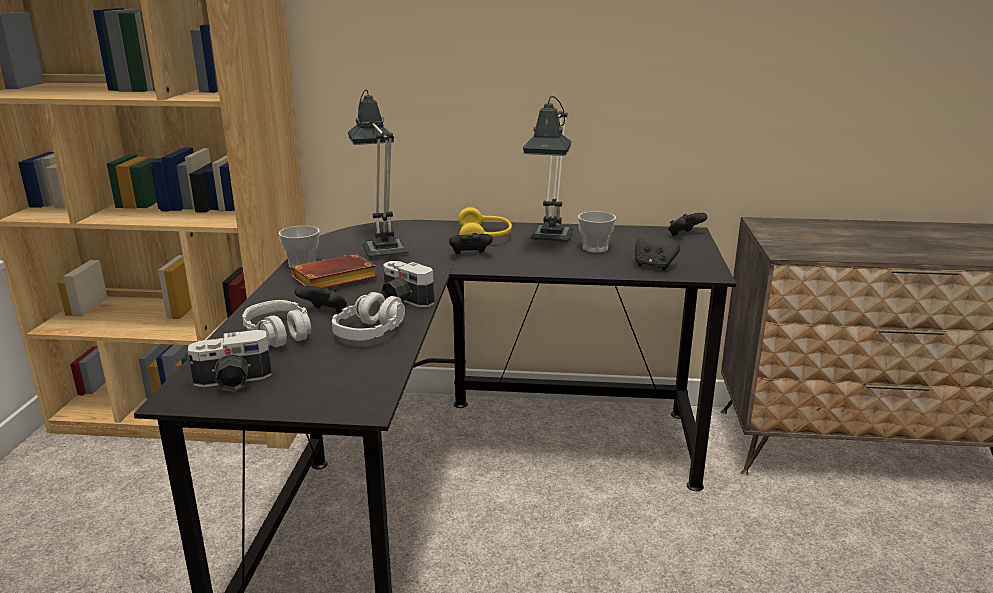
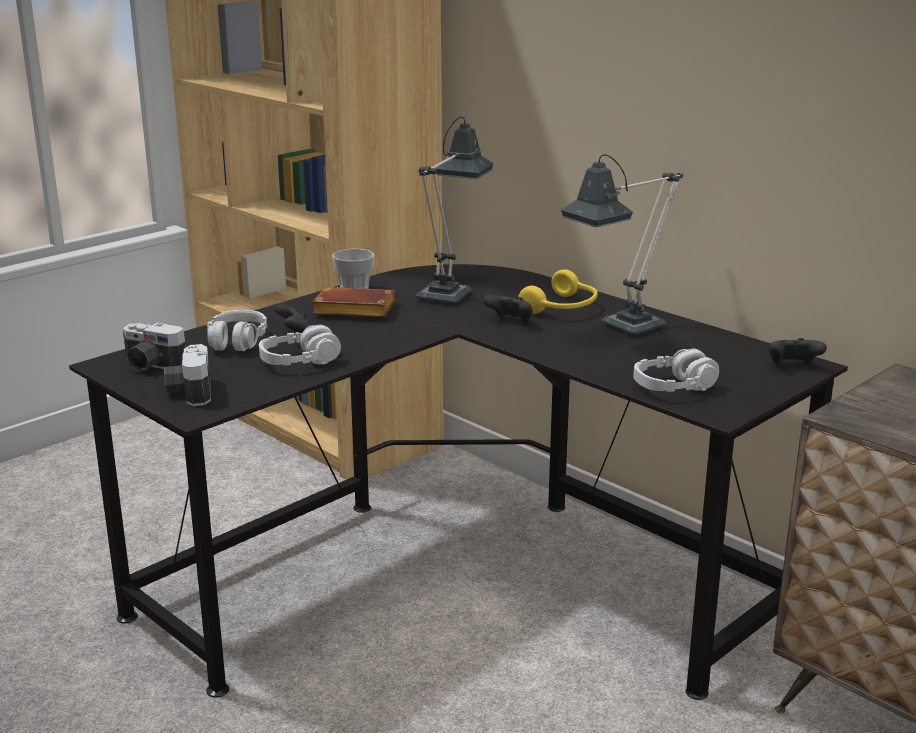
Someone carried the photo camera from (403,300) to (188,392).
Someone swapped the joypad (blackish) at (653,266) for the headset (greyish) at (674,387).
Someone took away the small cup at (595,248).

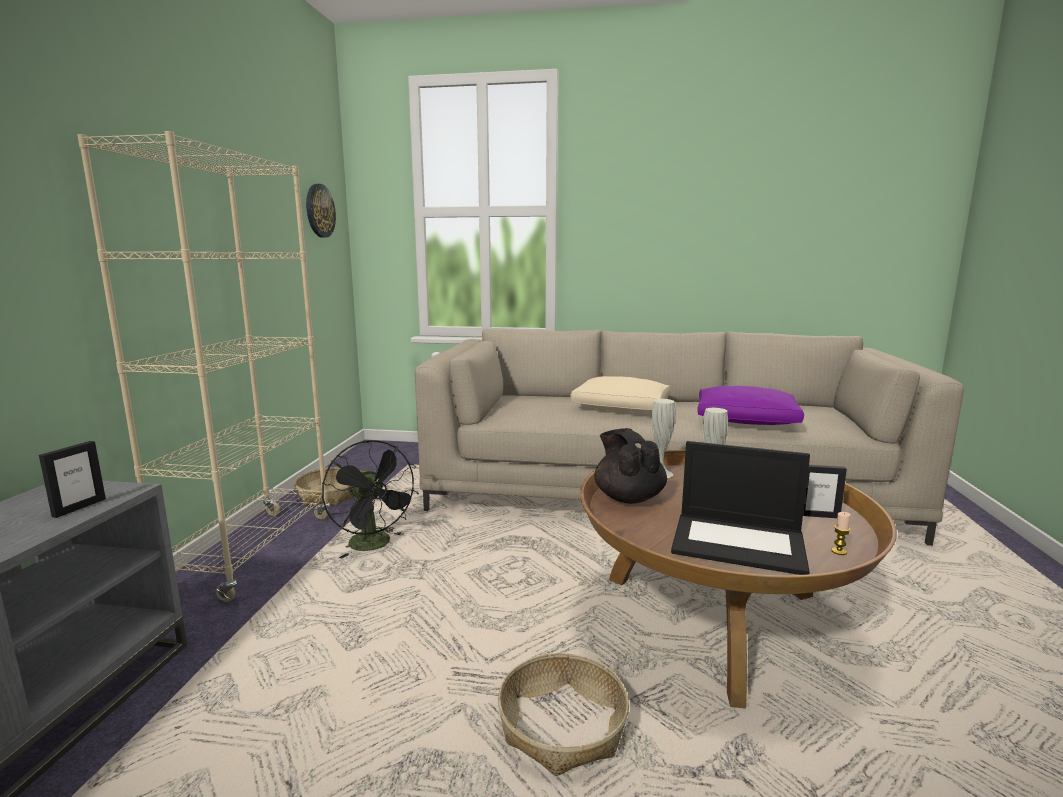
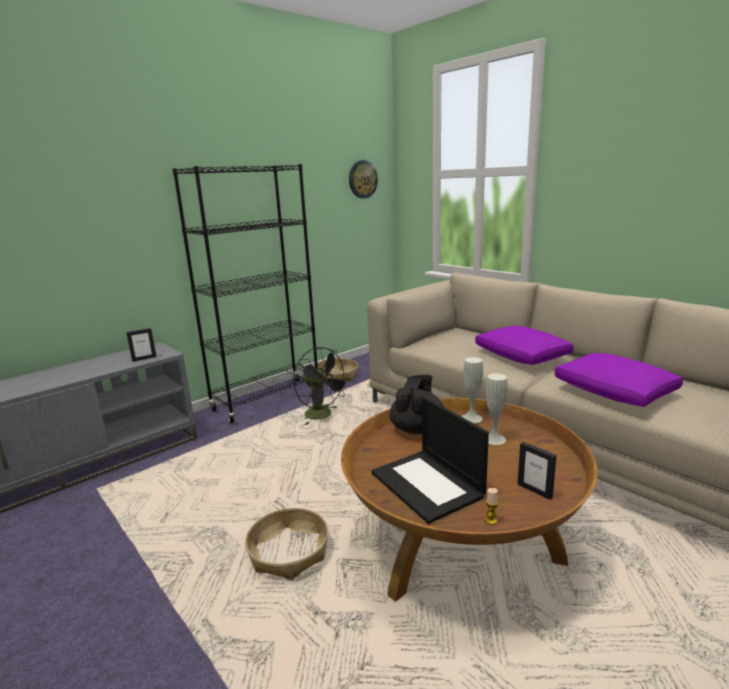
Someone repainted the shelving unit (beige) at (253,552), which became the shelving unit (blackish) at (267,400).
Someone rotated the cooling fan (blackish) at (375,545) by 45 degrees counterclockwise.
Someone repainted the throw pillow (beige) at (622,408), which became the throw pillow (purple) at (522,356).

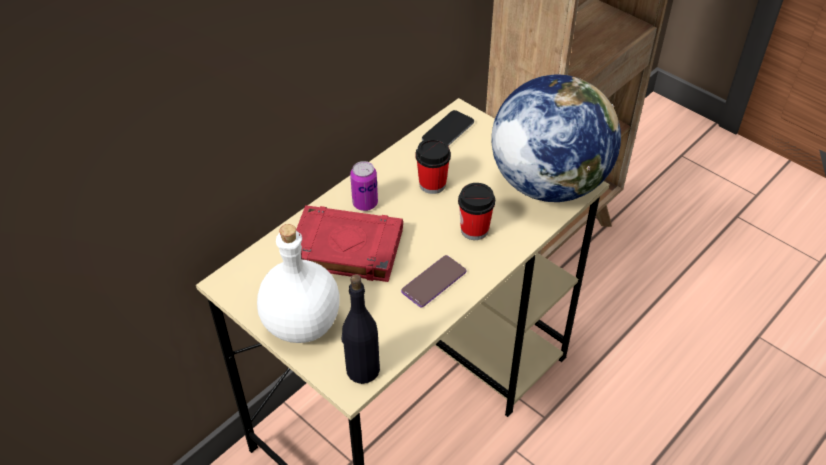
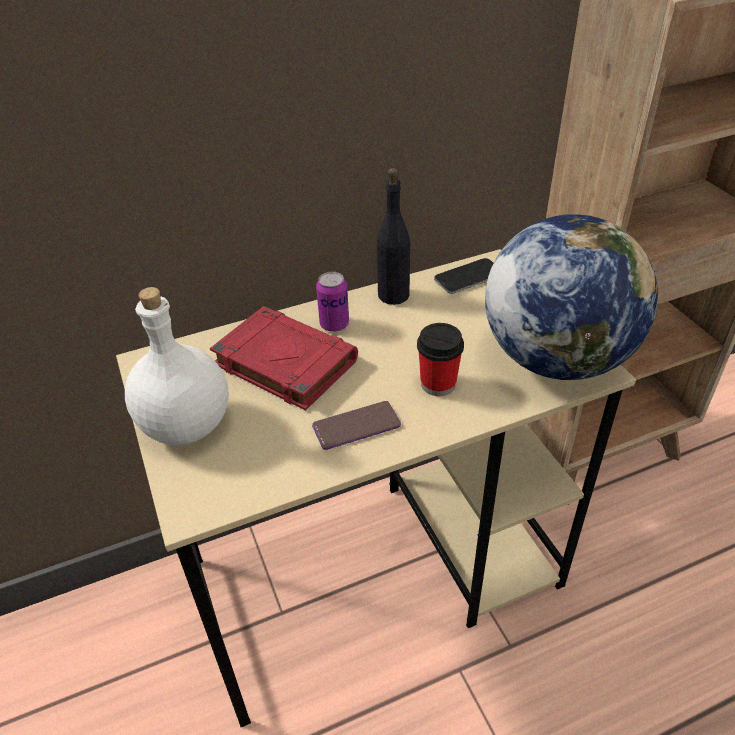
Someone carried the beverage bottle (blackish) from (362,370) to (393,295).
Someone took away the small cup at (432,184).

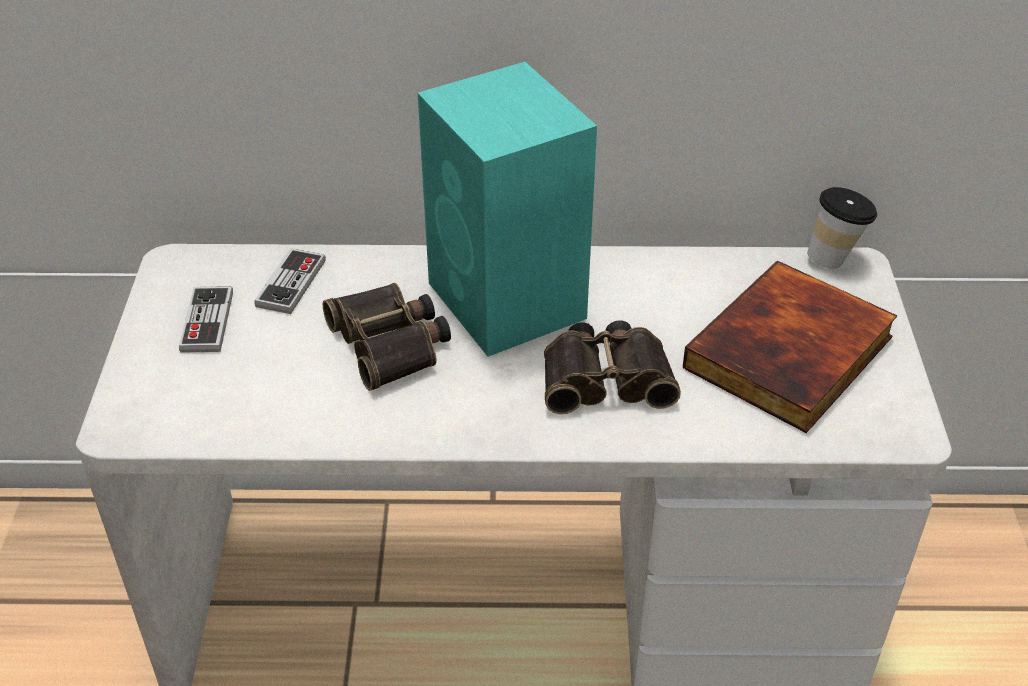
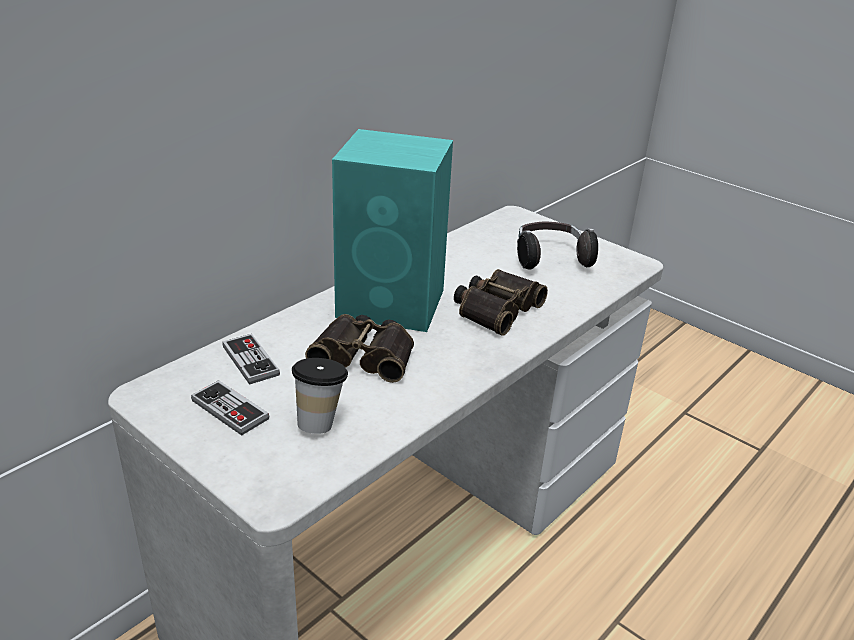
Someone carried the small cup from (835,258) to (320,421).
Someone swapped the volume at (791,355) for the headset at (550,258).

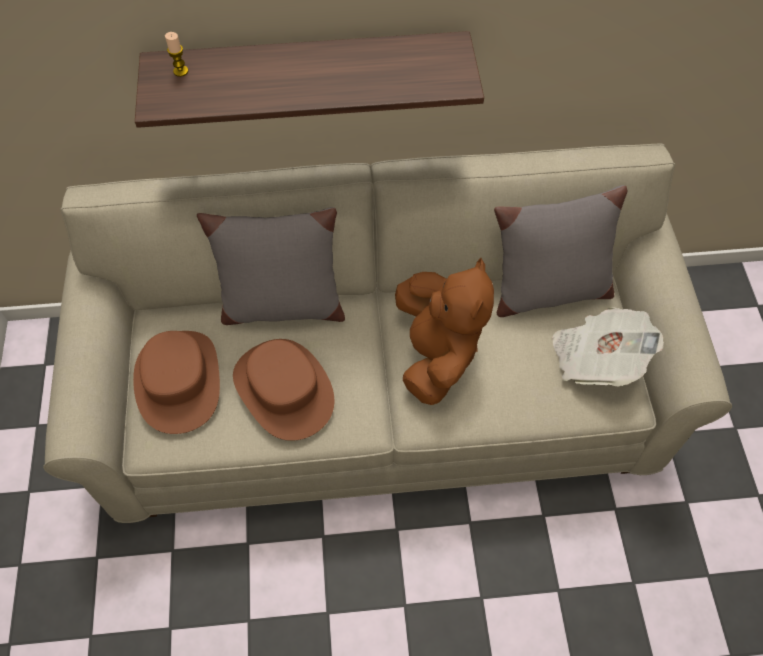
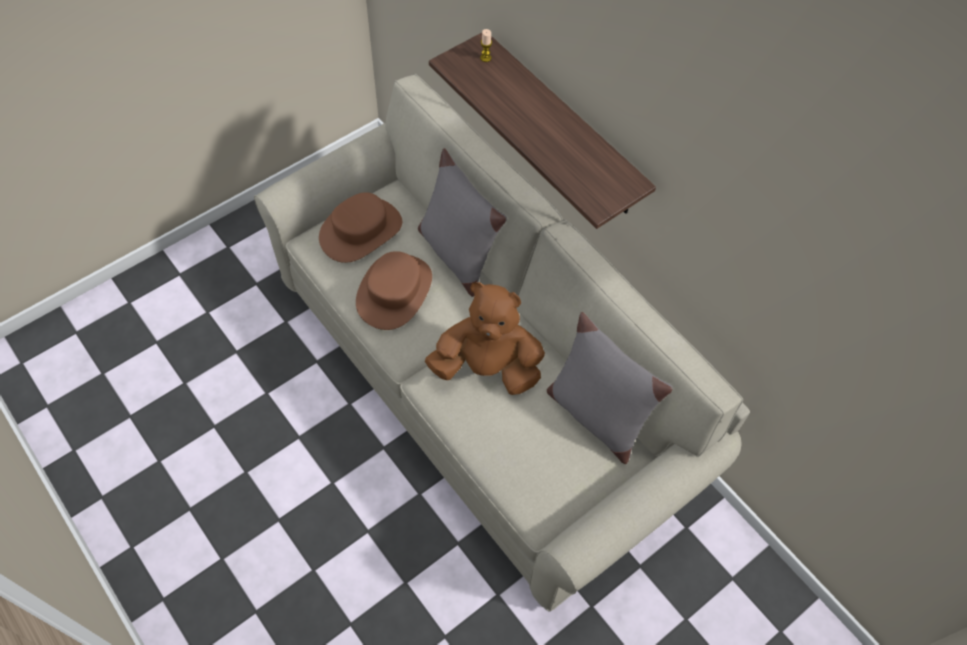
Someone rotated the plush toy (brownish) at (436,353) by 135 degrees counterclockwise.
Someone took away the daily paper at (597,358).

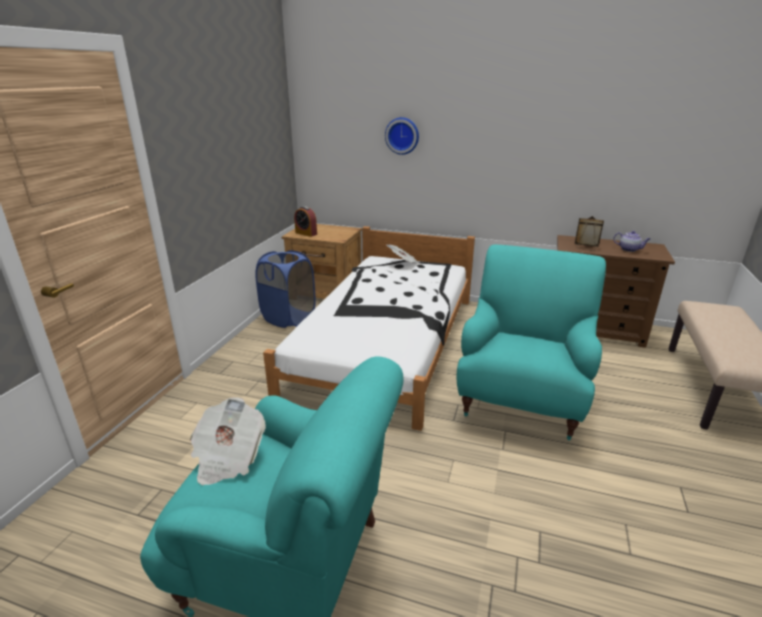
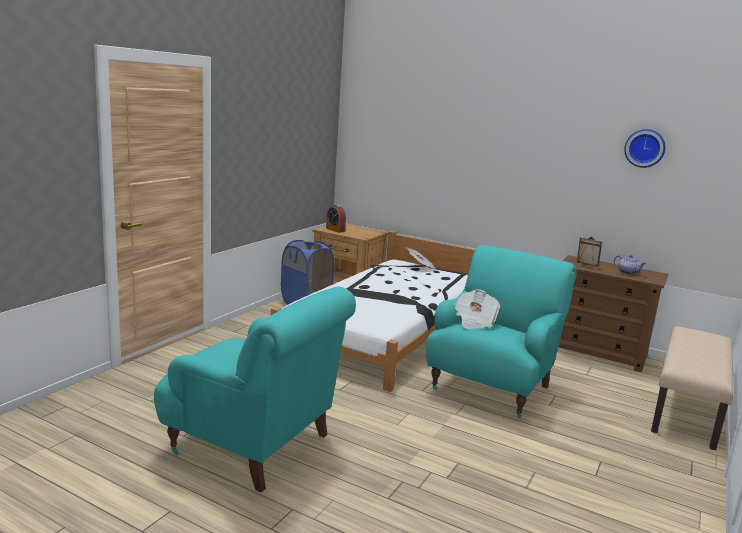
Someone carried the daily paper from (228,457) to (474,321).
Someone carried the wall clock from (402,135) to (645,148).

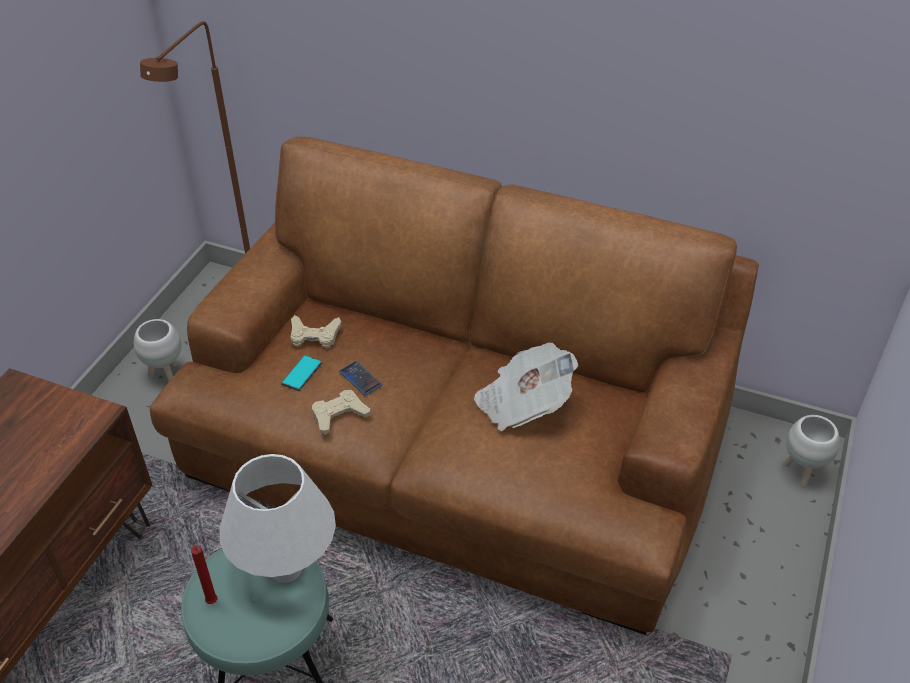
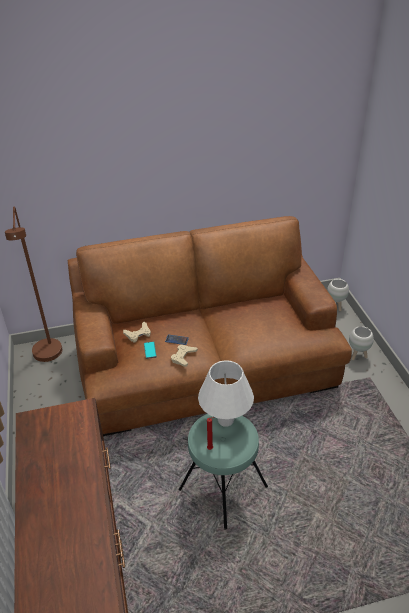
Someone carried the flower pot (white-coloured) from (166,375) to (357,355).
Someone took away the daily paper at (523,403).

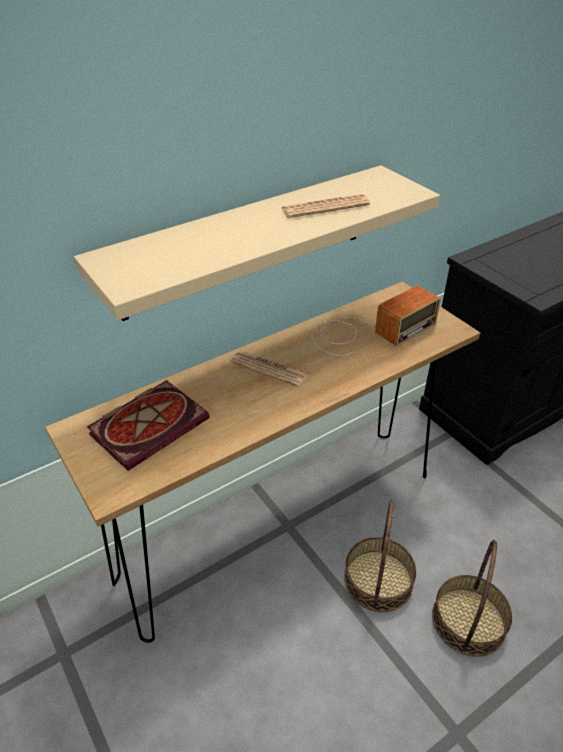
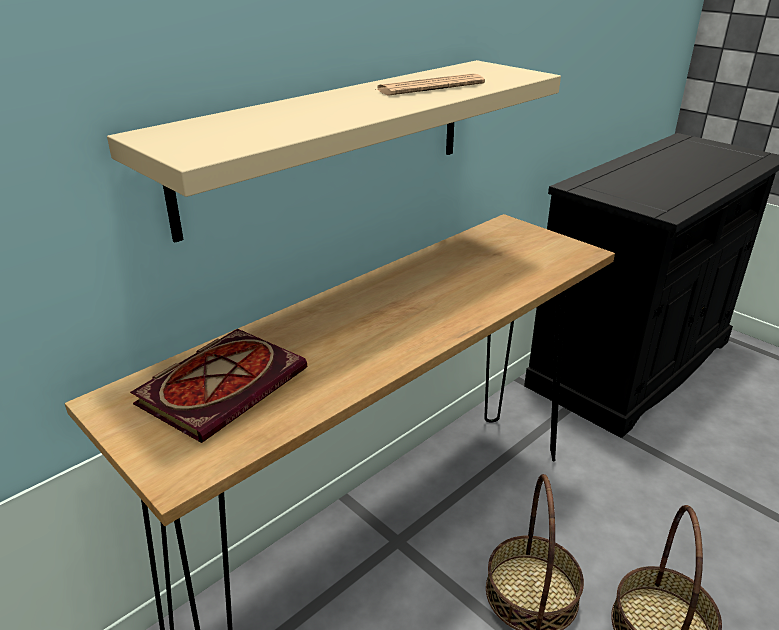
Someone took away the daily paper at (269,369).
Someone took away the radio at (368,332).

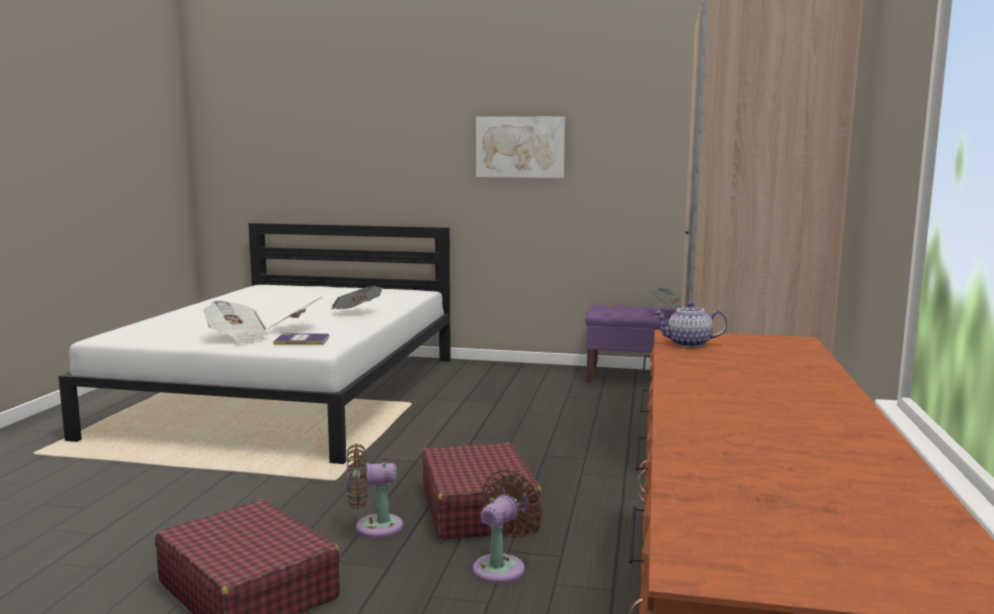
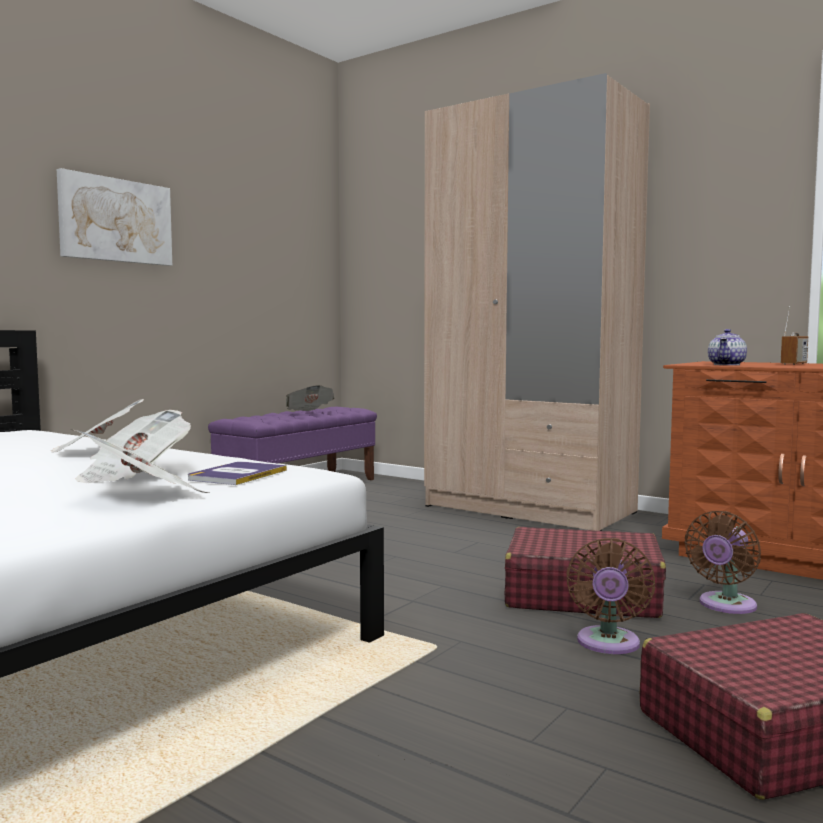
Someone rotated the cooling fan (brownish) at (502,567) by 105 degrees counterclockwise.
Someone put down the radio at (794,364).

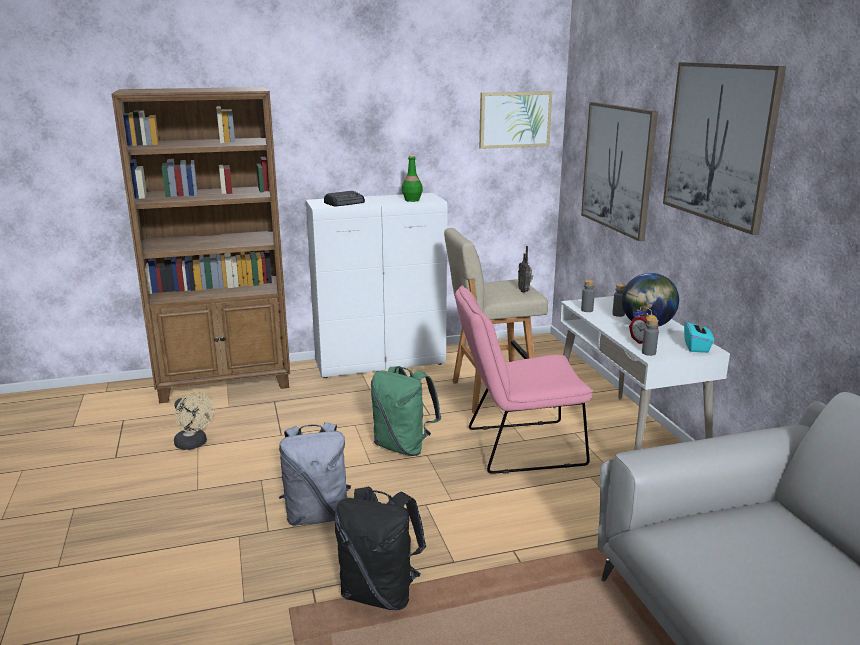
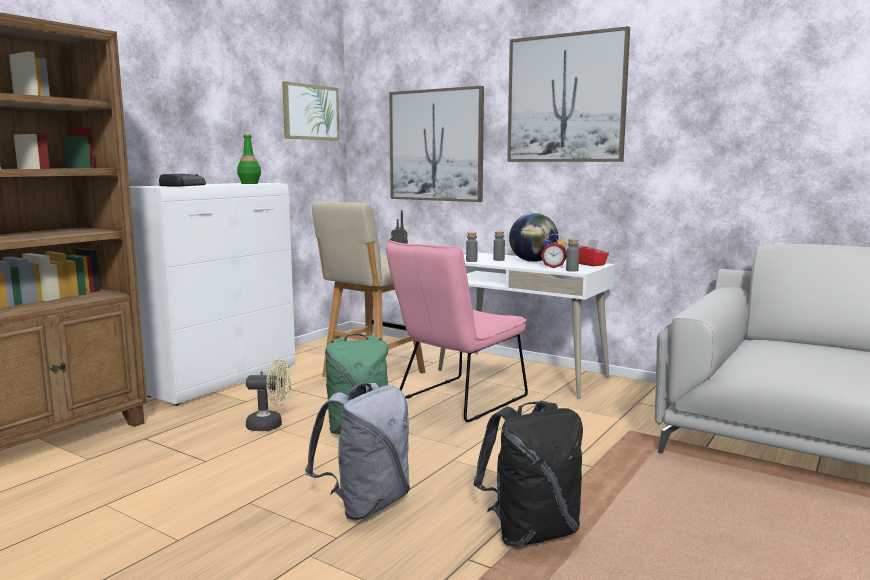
Someone carried the cooling fan (beige) from (194,444) to (270,425).
Someone repainted the tissue box (turquoise-coloured) at (697,347), which became the tissue box (red-coloured) at (590,264).

